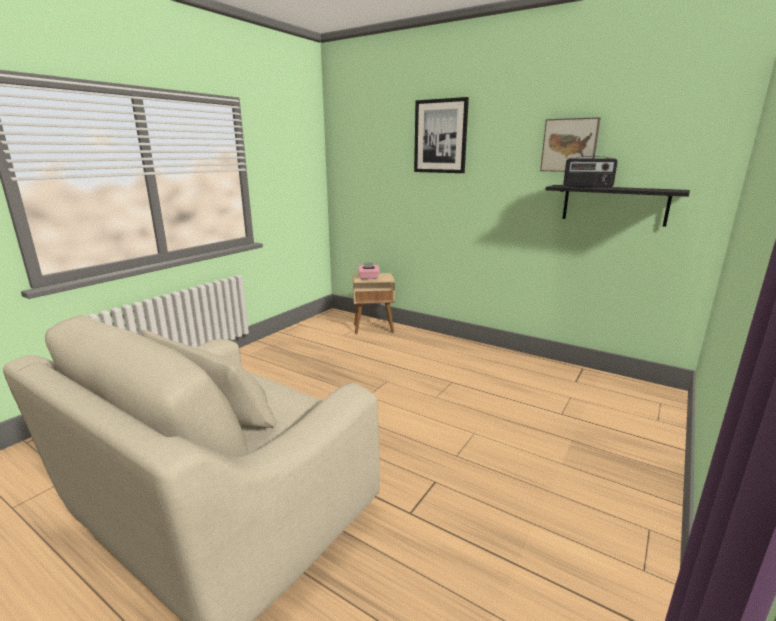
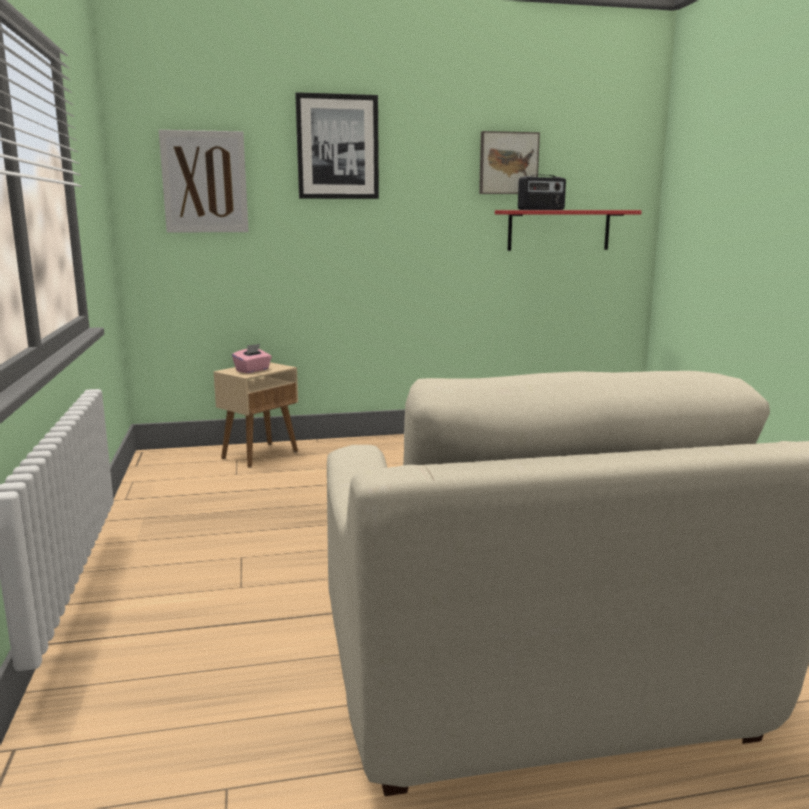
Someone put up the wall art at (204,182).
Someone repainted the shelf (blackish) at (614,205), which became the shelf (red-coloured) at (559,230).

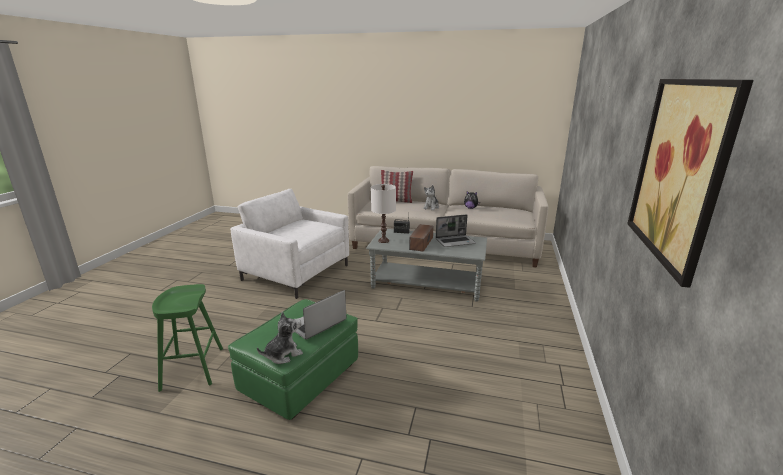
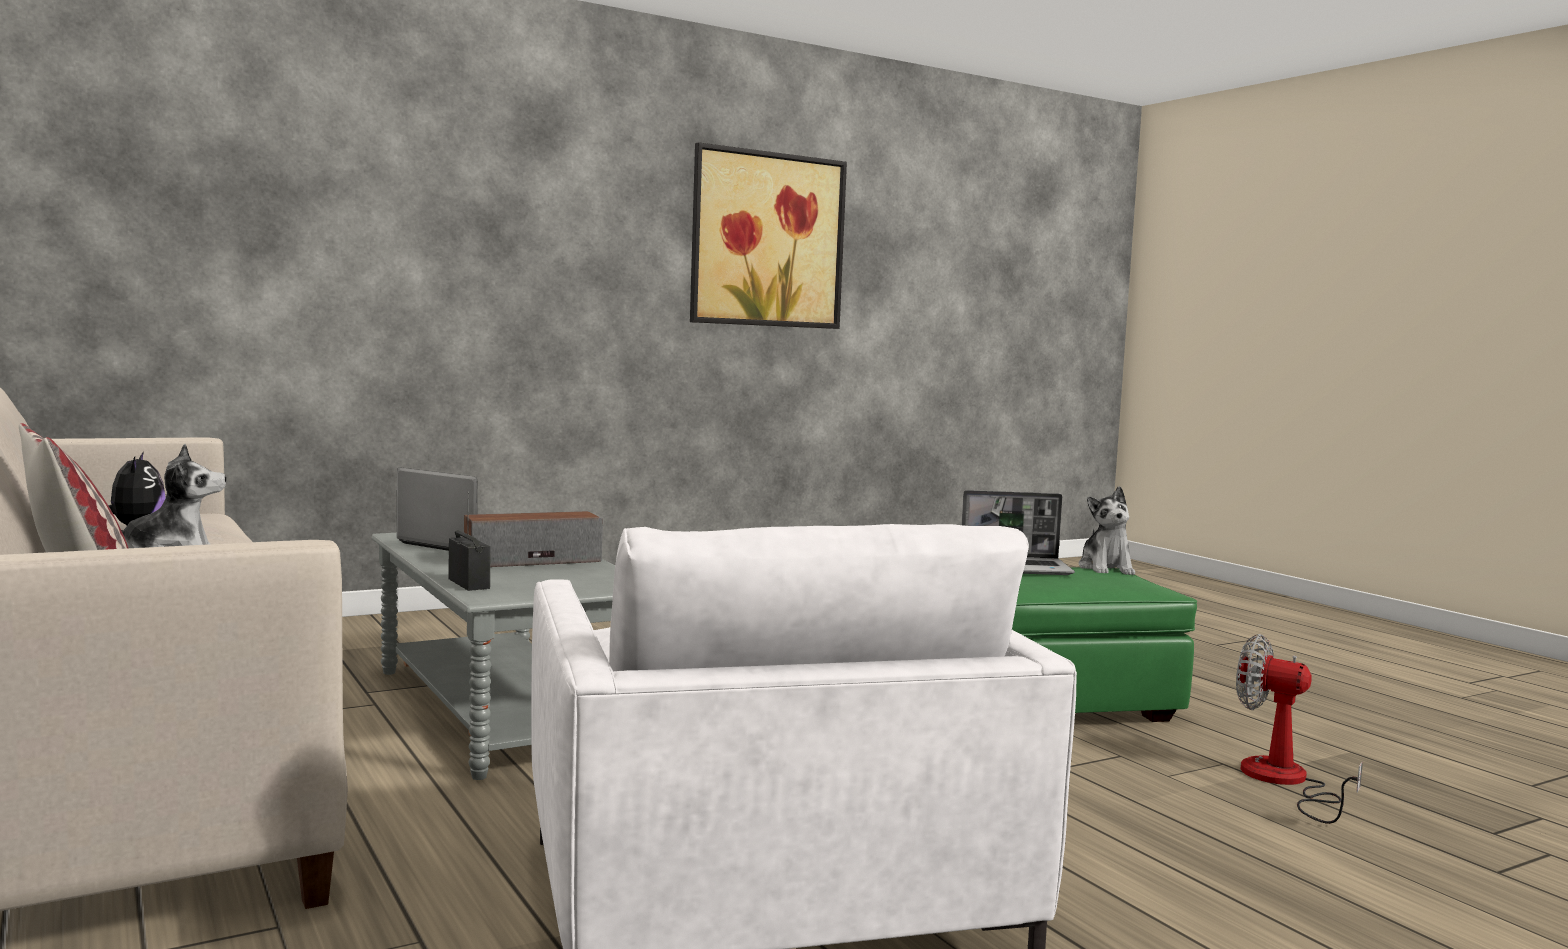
Someone rotated the plush toy at (283,354) by 105 degrees counterclockwise.
Someone swapped the sitting stool (greenish) at (193,368) for the cooling fan at (1284,782).
Someone took away the table lamp (white-coloured) at (383,240).

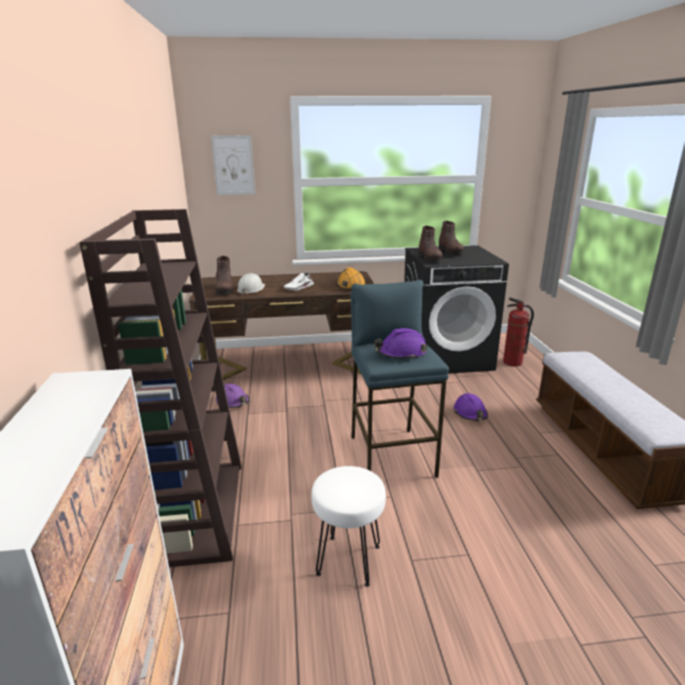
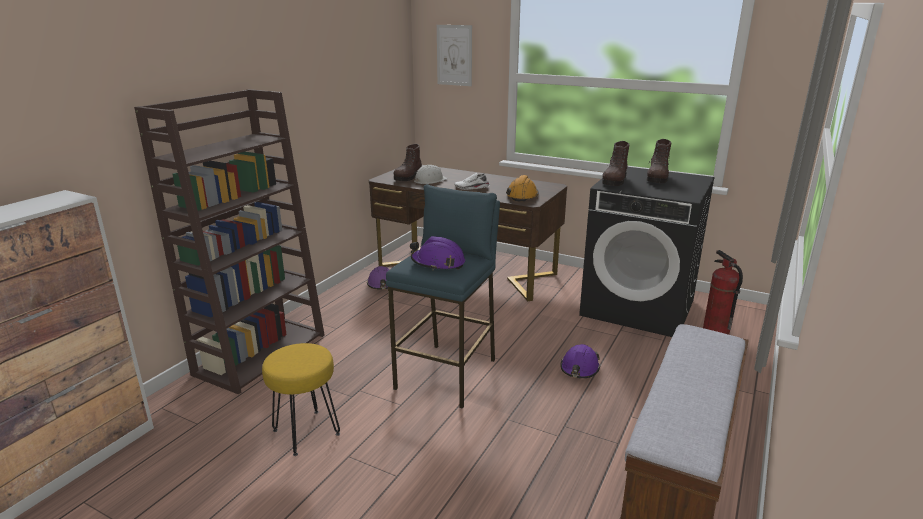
Someone repainted the sitting stool (white-coloured) at (349,559), which became the sitting stool (yellow-coloured) at (307,432).

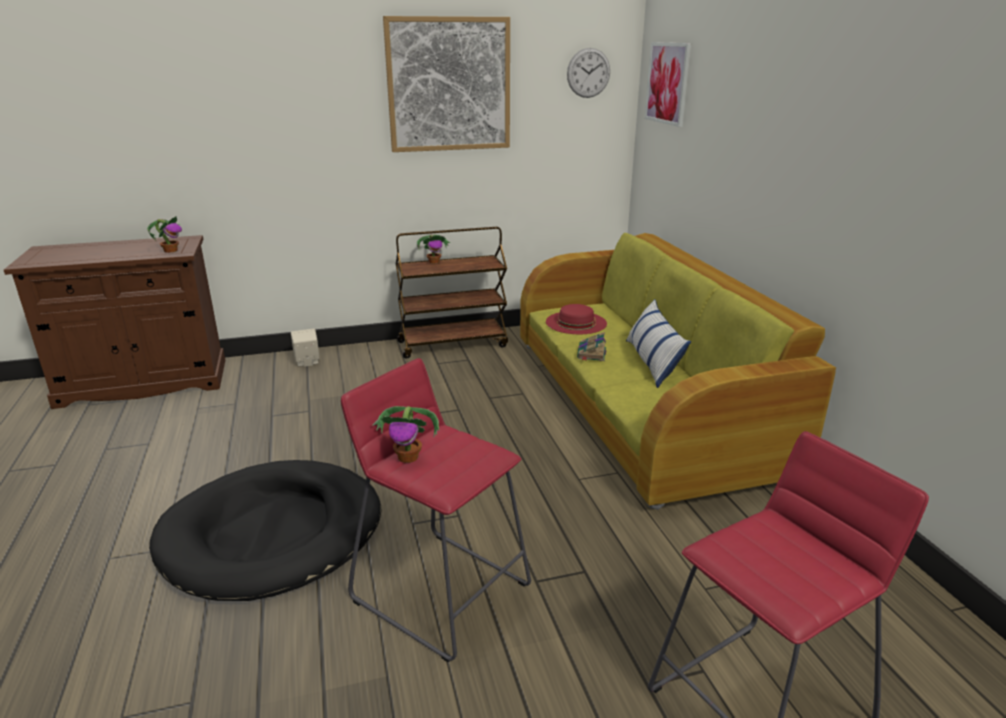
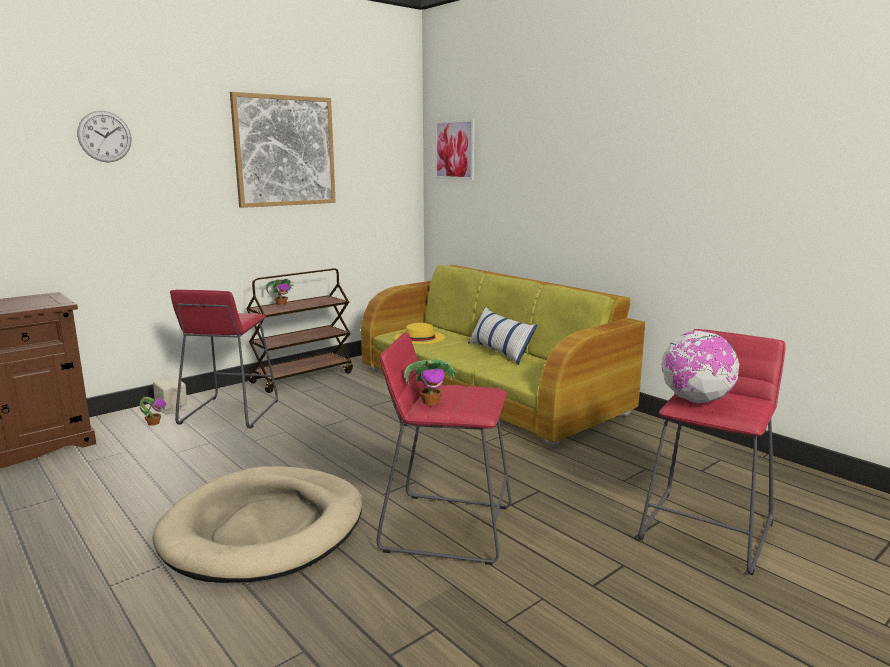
Someone carried the wall clock from (588,73) to (104,136).
Someone carried the potted plant from (171,250) to (153,423).
Someone repainted the pet bed (blackish) at (273,534), which became the pet bed (beige) at (265,529).
Someone put down the sitting stool (red-coloured) at (230,412).
Someone repainted the wearable hat (red-coloured) at (576,322), which became the wearable hat (yellow-coloured) at (419,337).
Someone put down the desk globe at (696,401).
Someone took away the volume at (591,354).

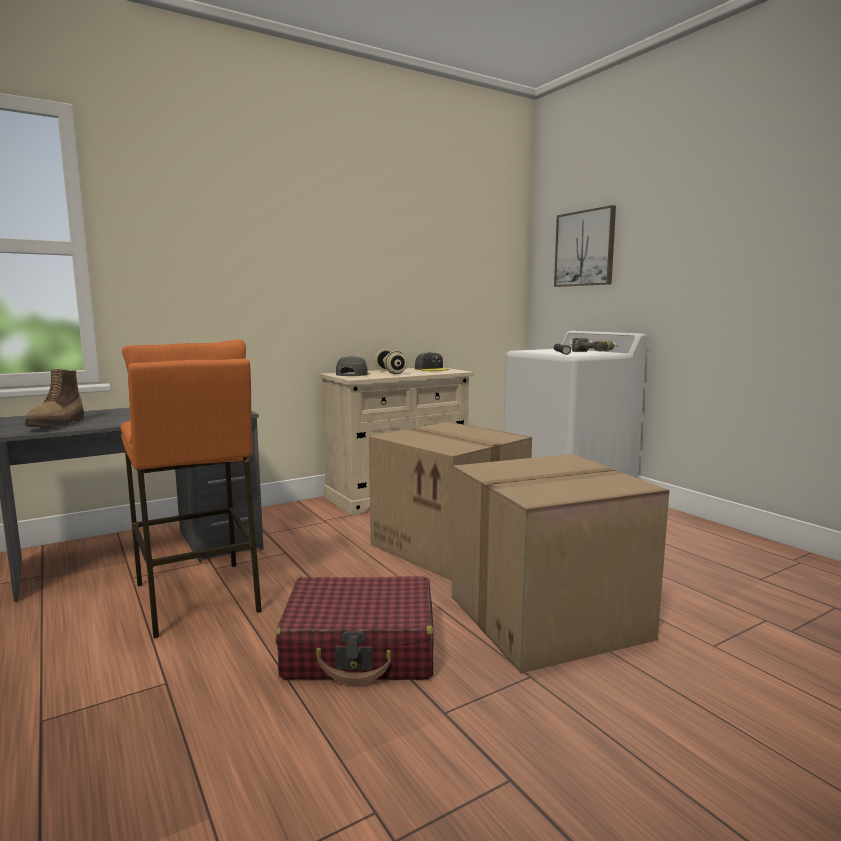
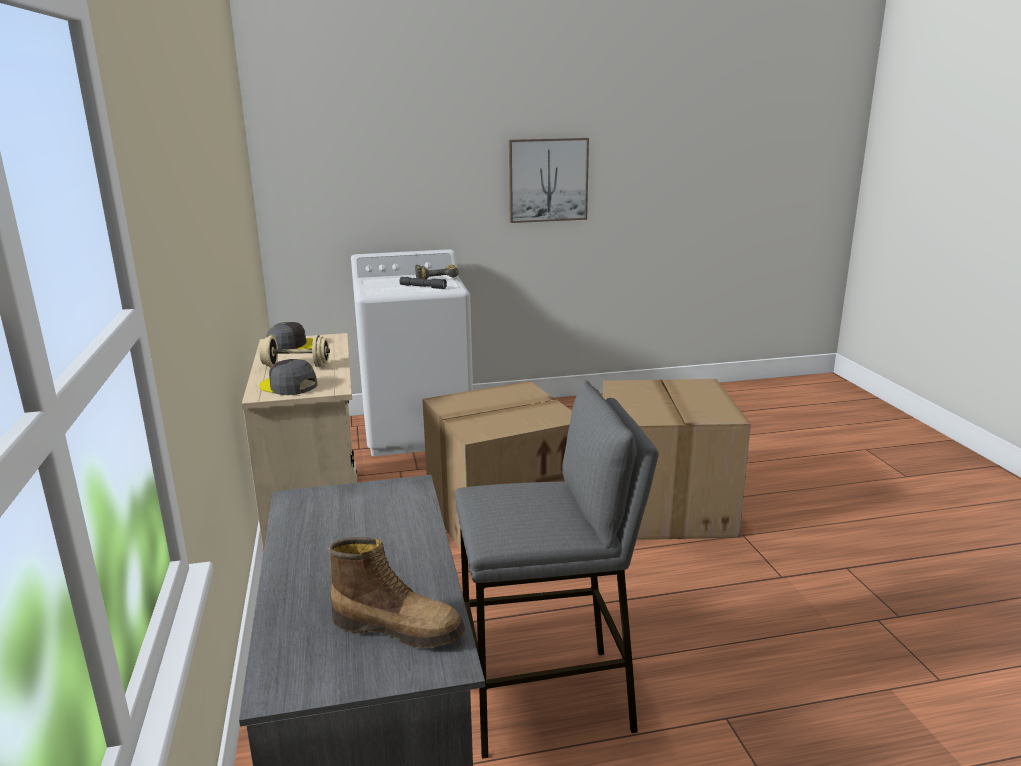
Someone repainted the sitting stool (orangey) at (197,598), which became the sitting stool (greyish) at (548,699).
Someone carried the wall art from (585,248) to (548,180).
Someone took away the travel case (red-coloured) at (361,649).

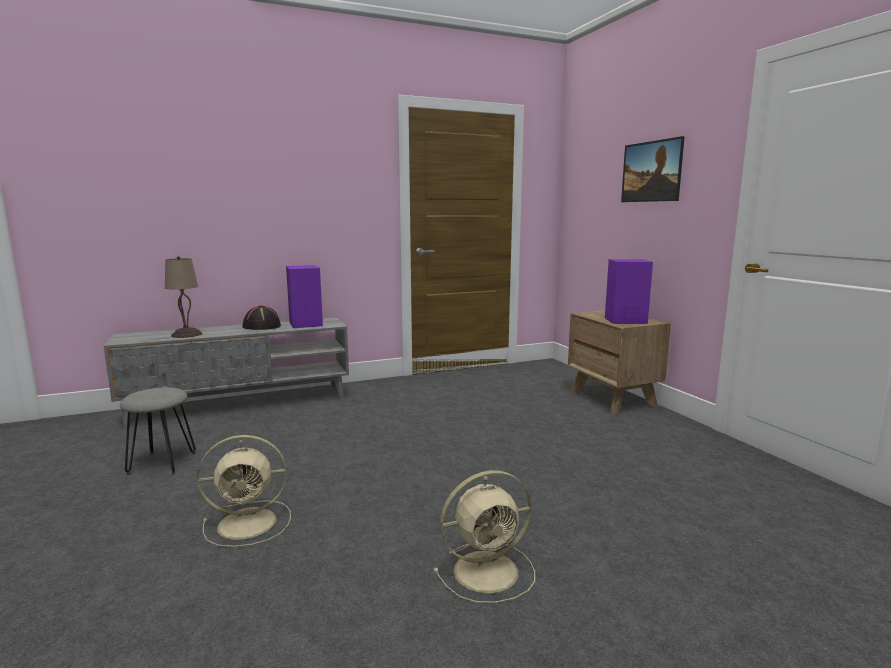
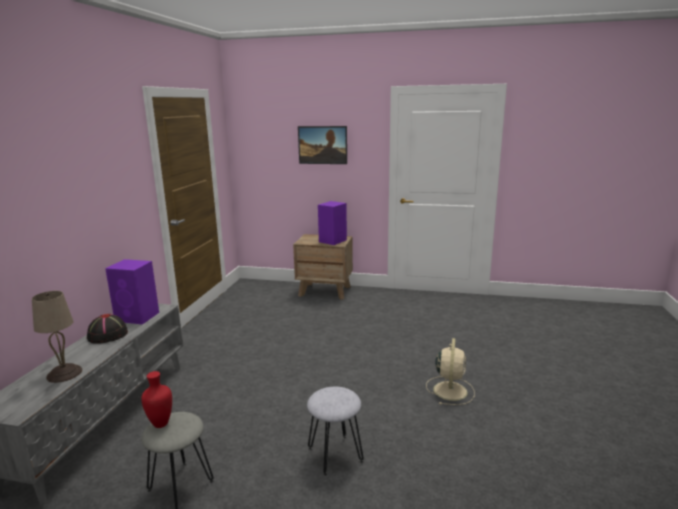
Someone put down the flower vase (red-coloured) at (160,424).
Someone swapped the cooling fan (beige) at (250,523) for the sitting stool (greyish) at (335,454).

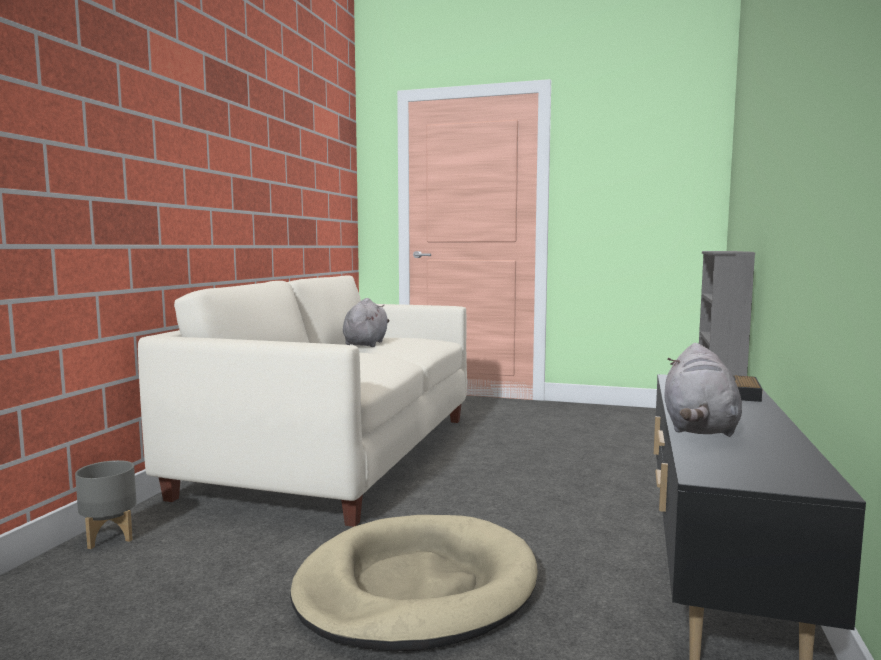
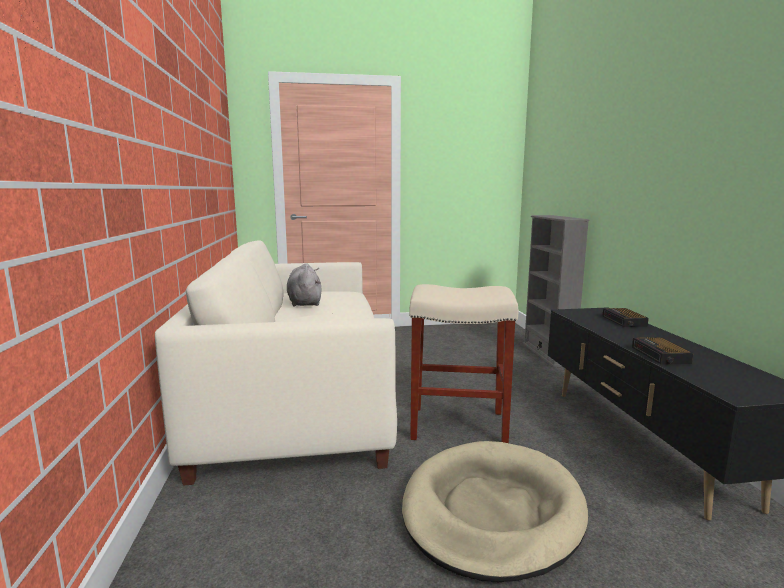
Someone put down the sitting stool (beige) at (459,425).
Someone swapped the plush toy (greyish) at (699,428) for the table clock at (661,355).
Someone took away the flower pot (greyish) at (110,537).

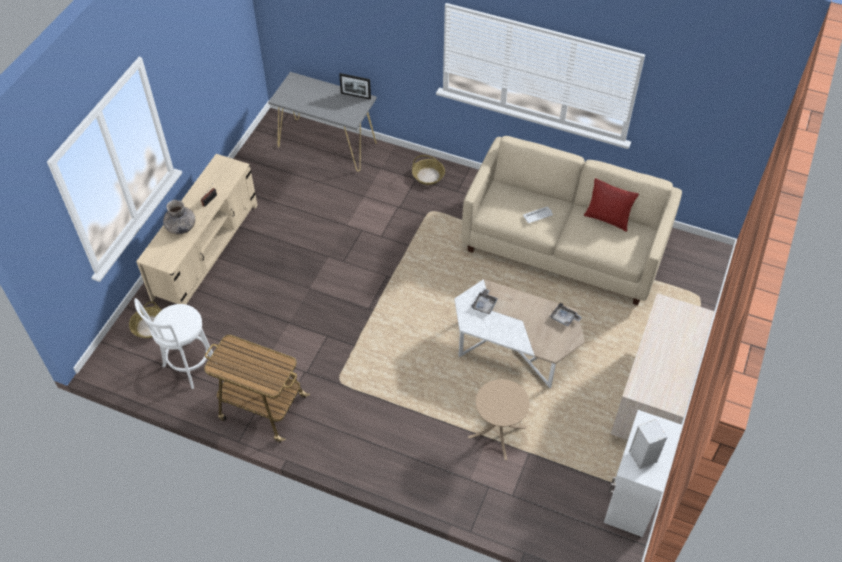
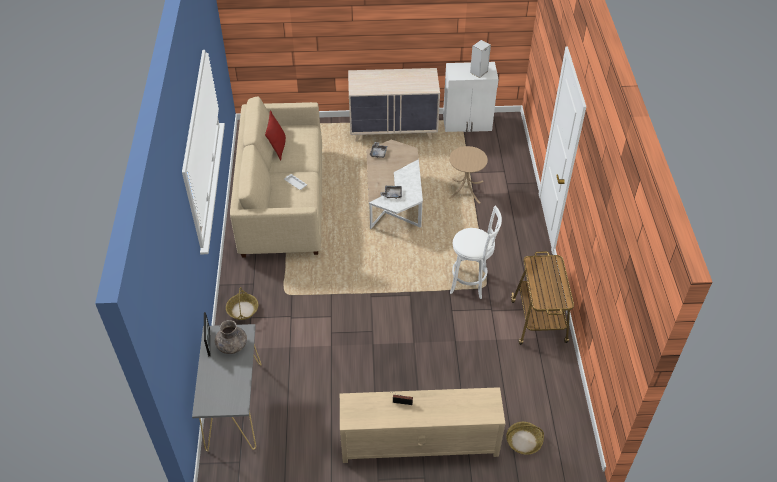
Someone carried the flower vase (greyish) from (181,227) to (232,345).
Someone carried the sitting stool (white-coloured) from (188,367) to (471,283).

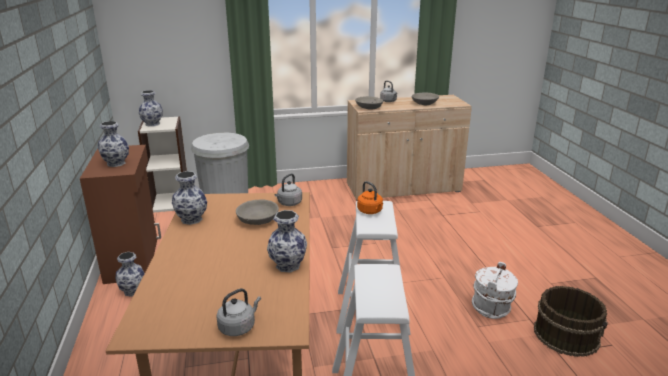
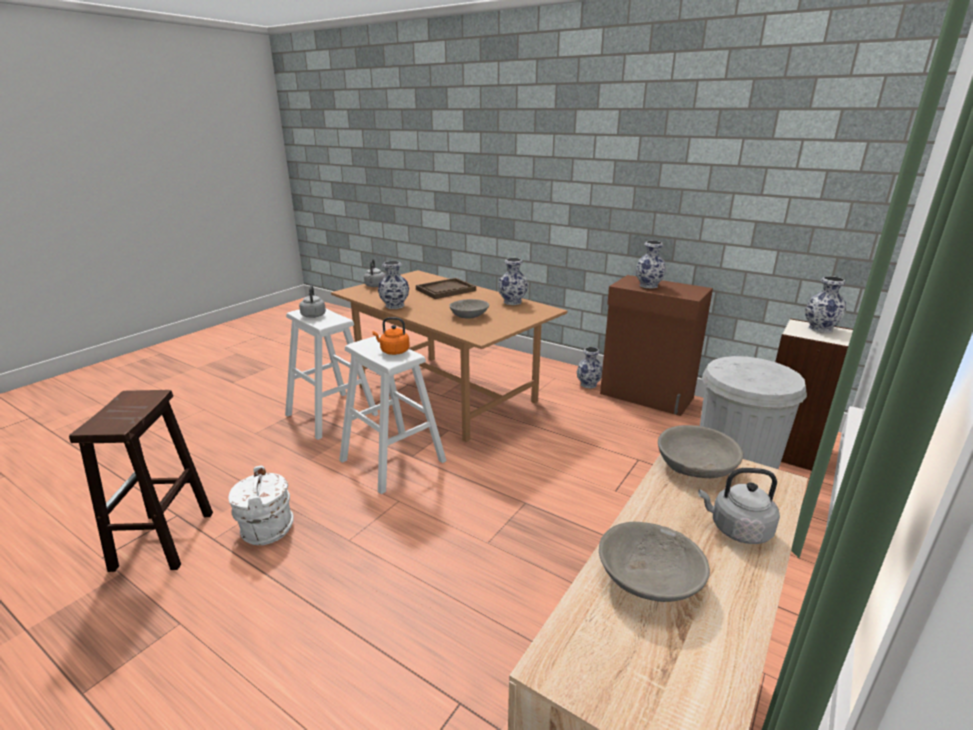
Someone swapped the bucket (brownish) at (566,335) for the sitting stool (brownish) at (163,541).
Someone carried the water kettle (greyish) from (289,203) to (313,315).
Someone put down the tray (brownish) at (445,290).

